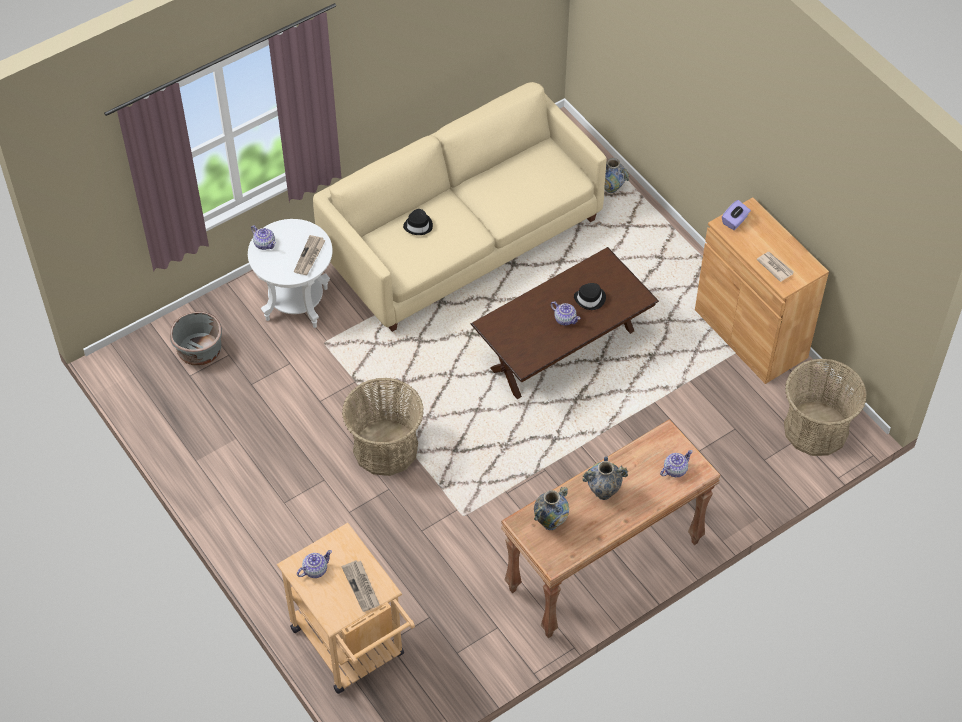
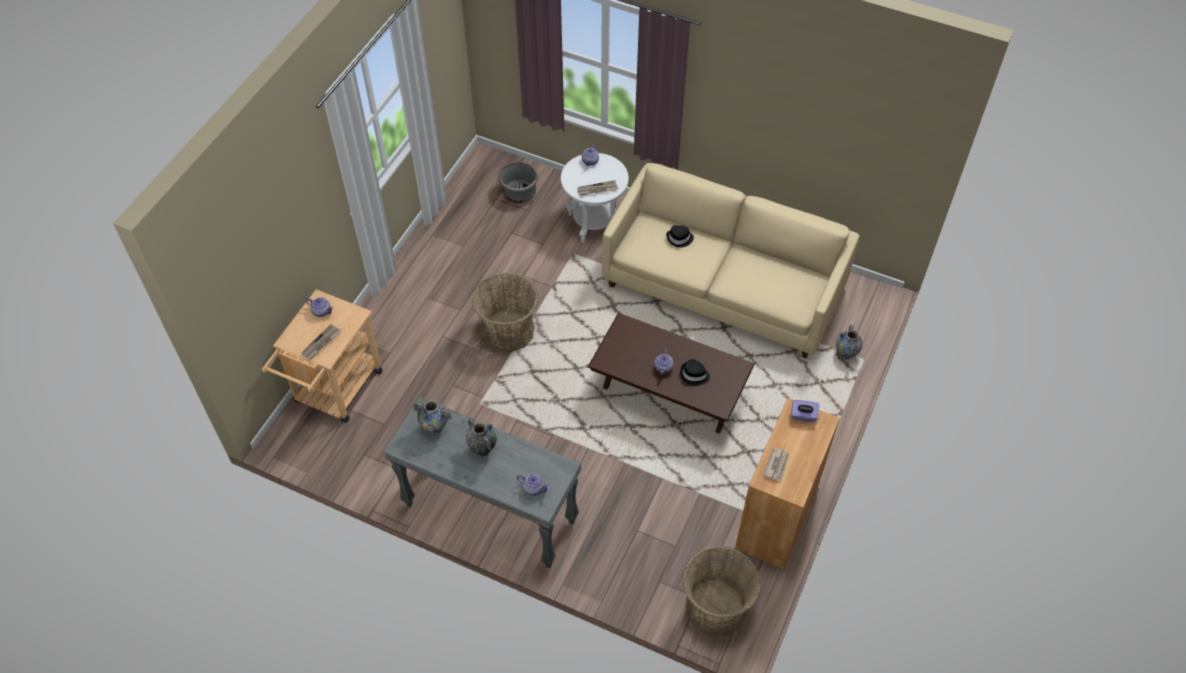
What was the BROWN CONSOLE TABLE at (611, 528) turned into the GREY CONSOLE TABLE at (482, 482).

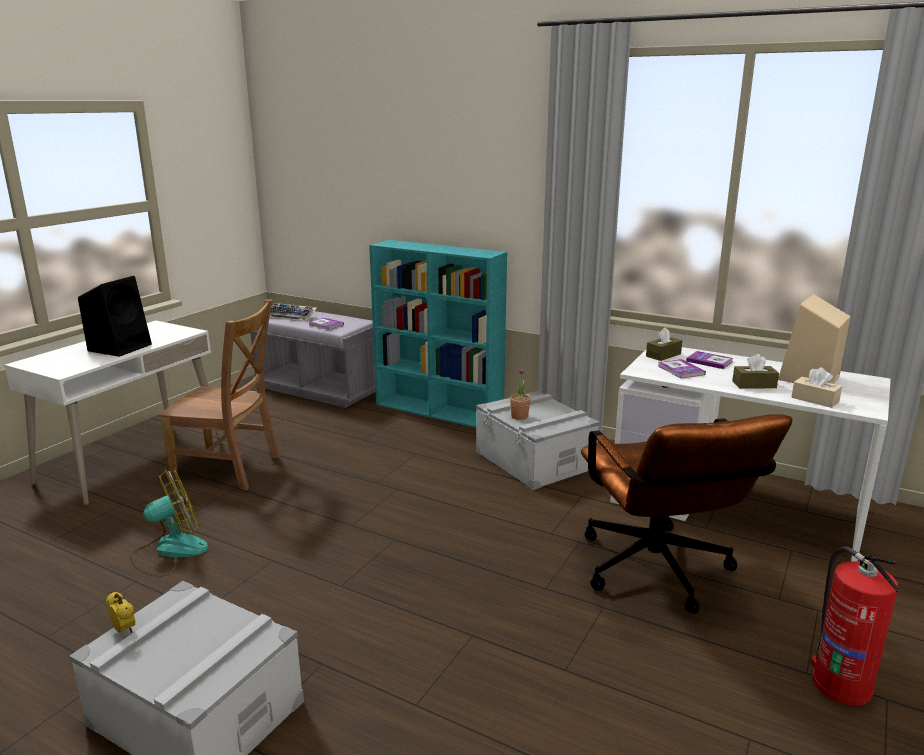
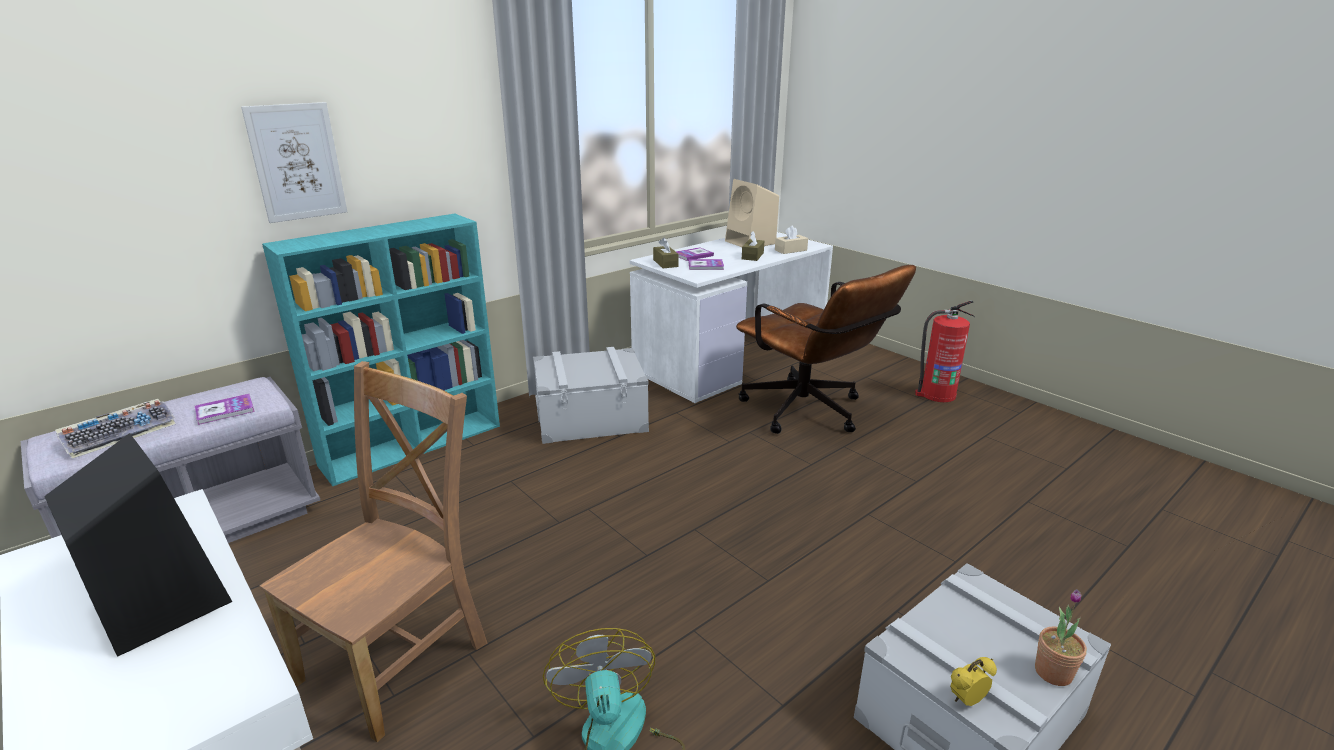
The second view gained the PICTURE at (294, 162).
The BROWN OFFICE CHAIR at (686, 514) ended up facing another way, 45 degrees clockwise from before.
The POTTED PLANT ended up elsewhere, having gone from (520, 394) to (1061, 637).

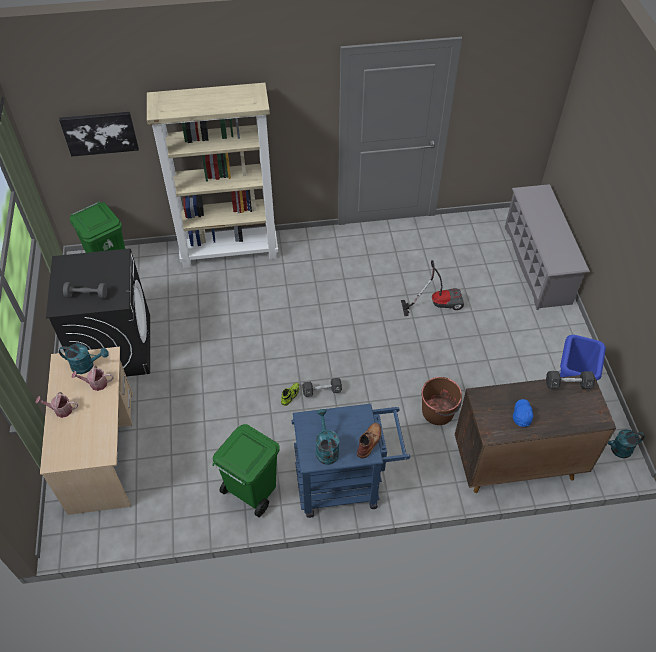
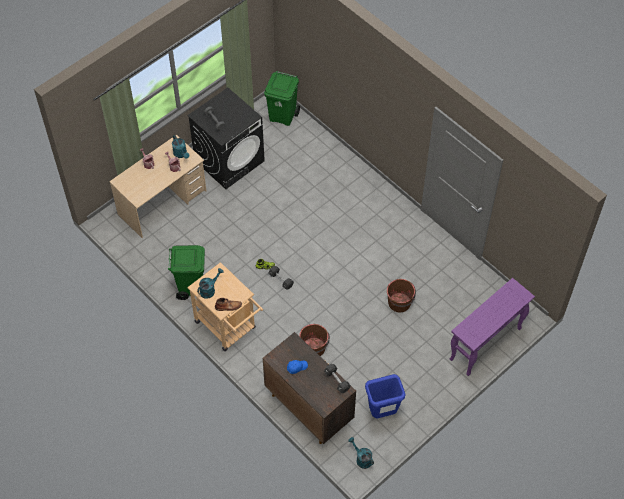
What was the BLUE CART at (351, 461) turned into the BEIGE CART at (225, 306).
Where the VACUUM CLEANER stood at (432, 288), the BROWN BUCKET came to stand at (401, 295).
Where the GREY SHOE RACK stood at (547, 247), the PURPLE CONSOLE TABLE came to stand at (492, 327).
The second view lost the PICTURE at (99, 134).
The second view lost the BEIGE BOOKCASE at (212, 175).

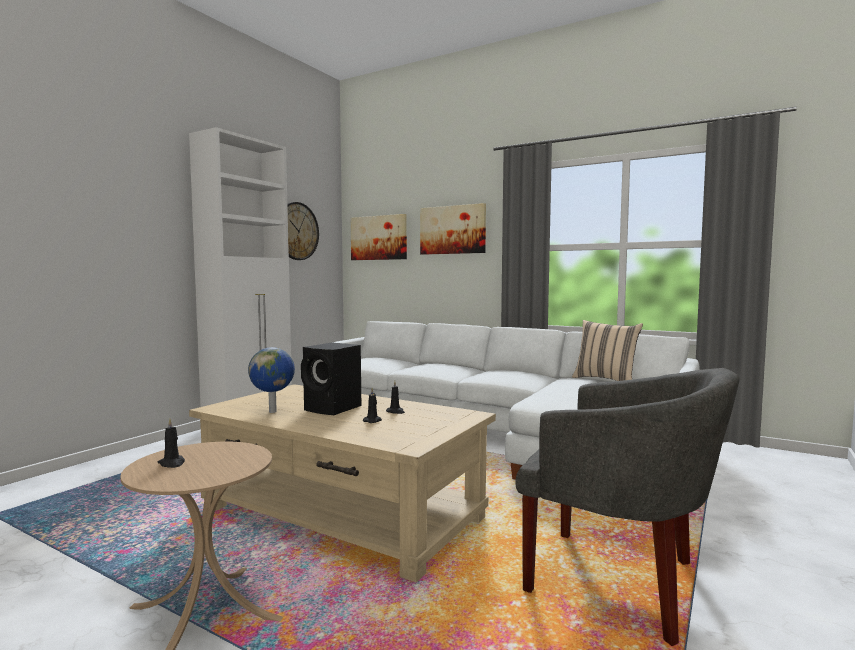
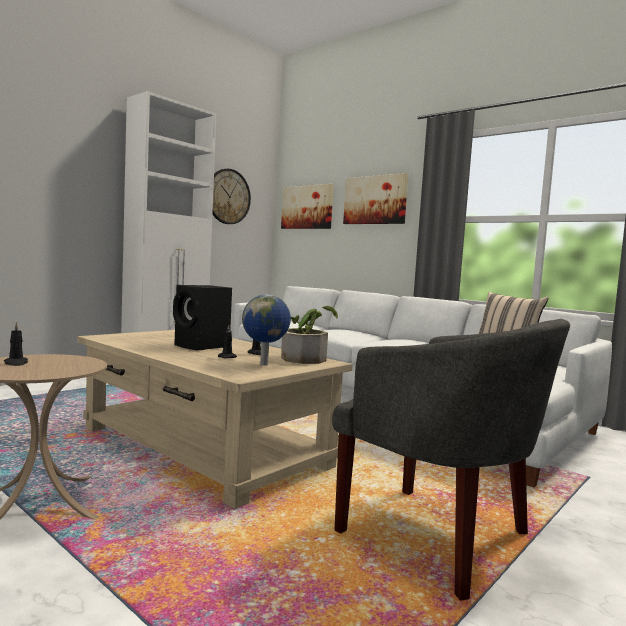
The GLOBE ended up elsewhere, having gone from (271, 380) to (266, 330).
The second view gained the POTTED PLANT at (309, 335).

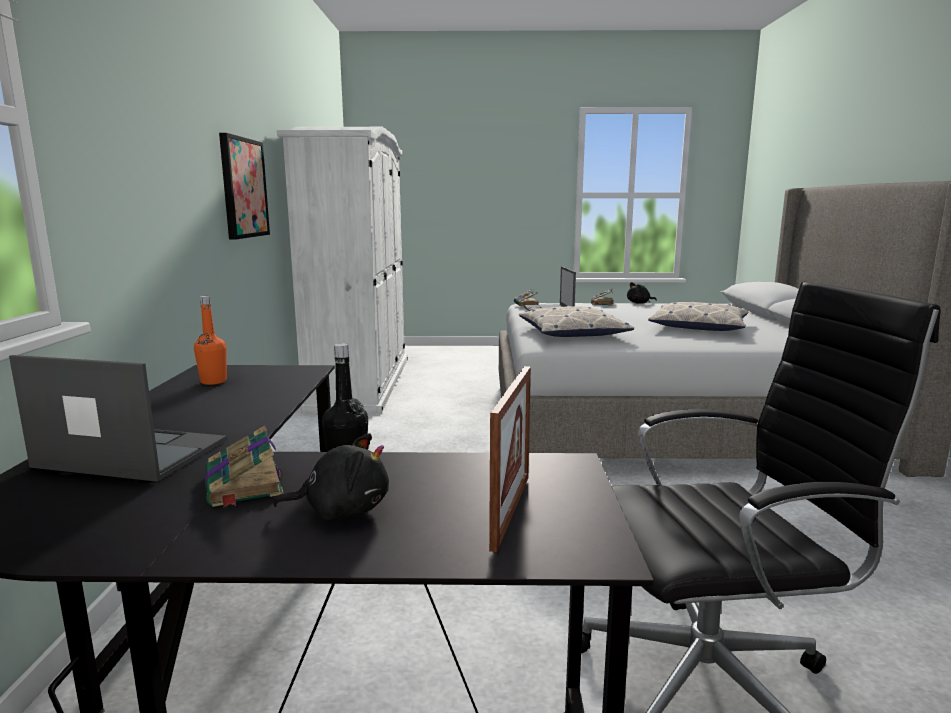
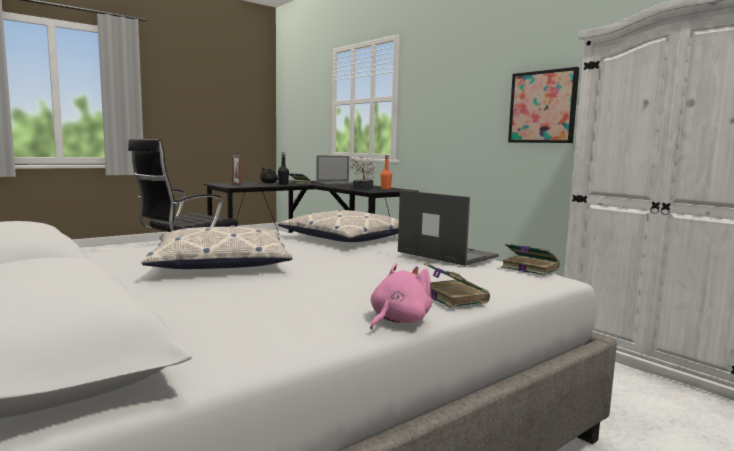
The second view gained the POTTED PLANT at (361, 173).
What was the BLACK PLUSH TOY at (642, 293) turned into the PINK PLUSH TOY at (401, 296).

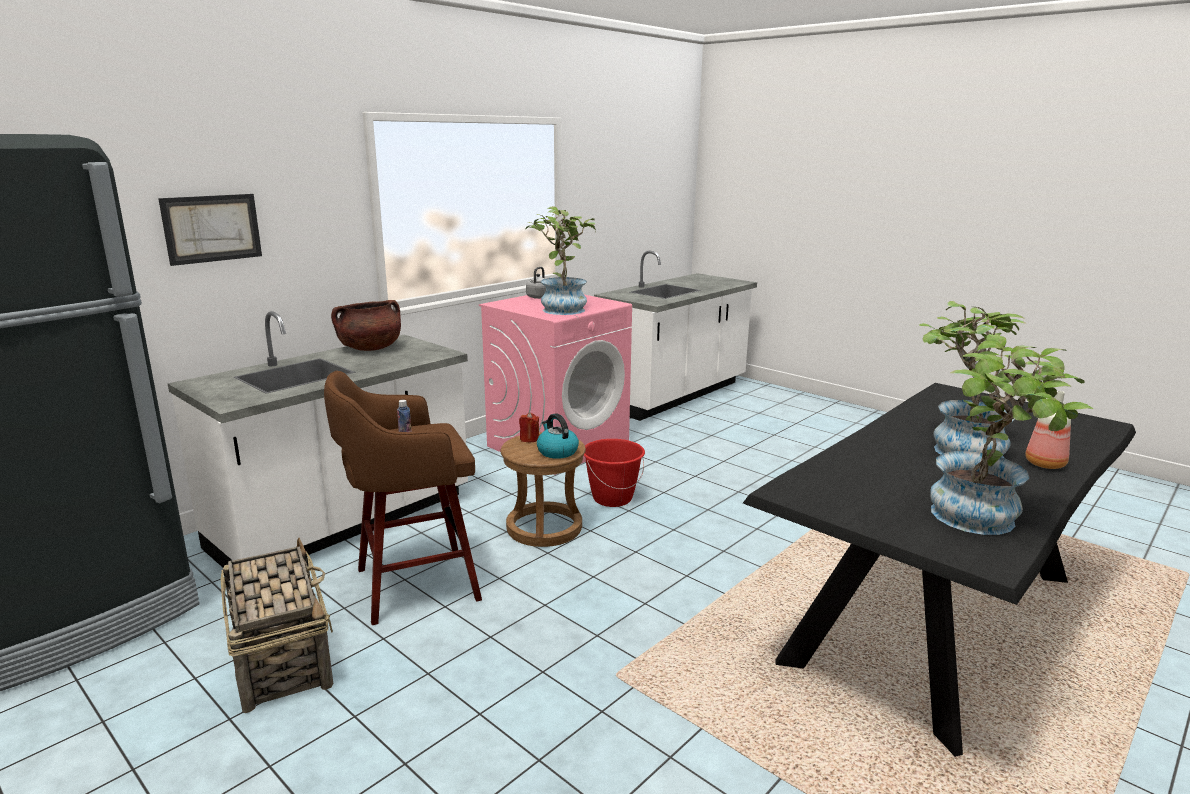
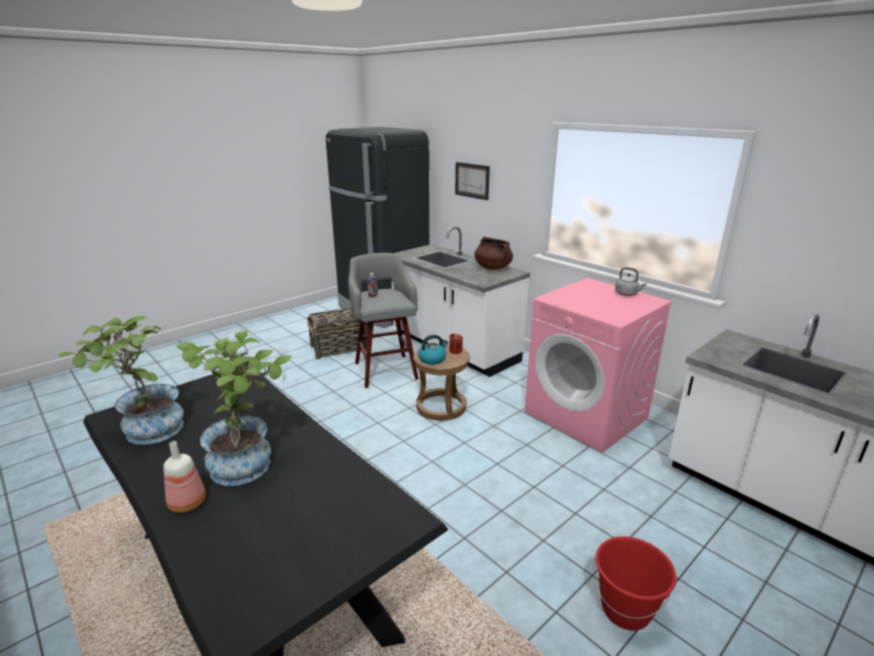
What was the BROWN STOOL at (403, 498) turned into the GREY STOOL at (383, 320).
The RED BUCKET ended up elsewhere, having gone from (614, 473) to (635, 583).
The second view lost the POTTED PLANT at (560, 260).

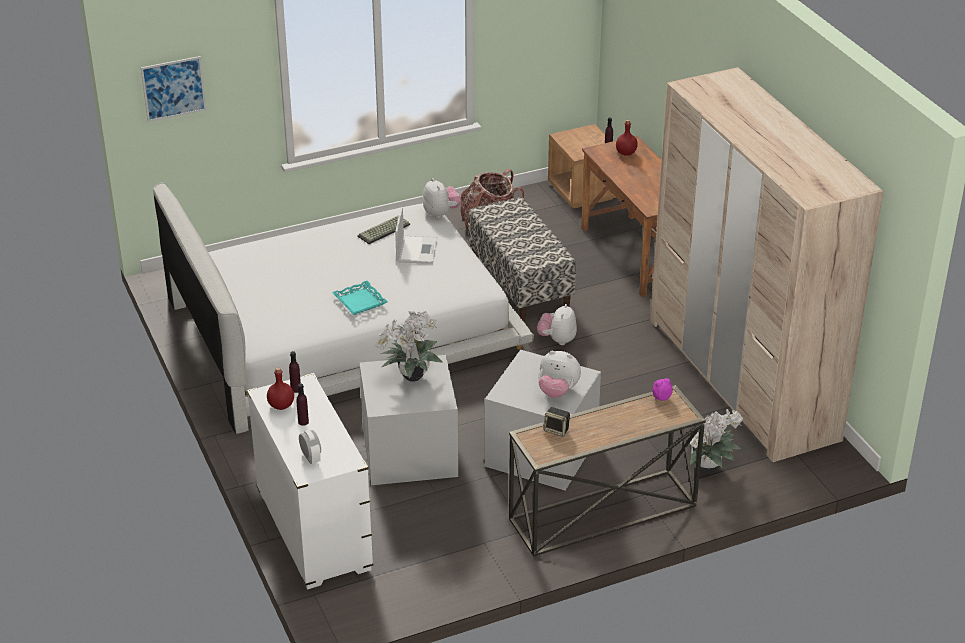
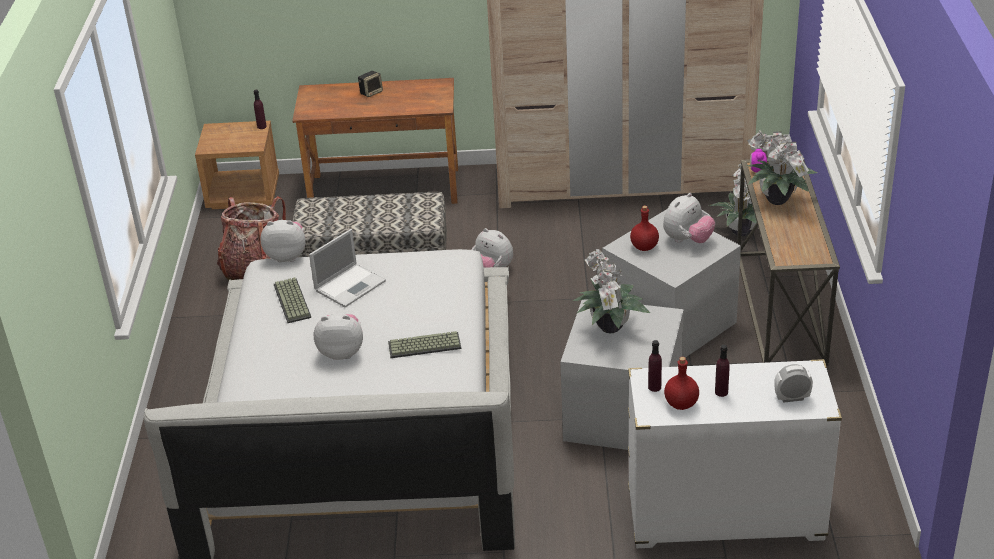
The LAPTOP at (416, 235) ended up facing another way, 105 degrees clockwise from before.
The second view gained the PLUSH TOY at (338, 337).
The SPEAKER ended up elsewhere, having gone from (557, 422) to (370, 84).
Where the TURQUOISE TRAY stood at (360, 298), the KEYBOARD came to stand at (424, 344).
The RED BOTTLE ended up elsewhere, having gone from (627, 138) to (644, 228).
The second view gained the POTTED PLANT at (782, 167).
The second view lost the PICTURE at (173, 89).

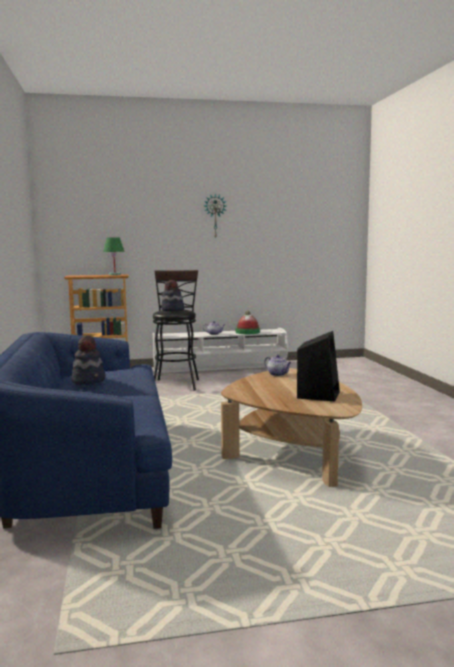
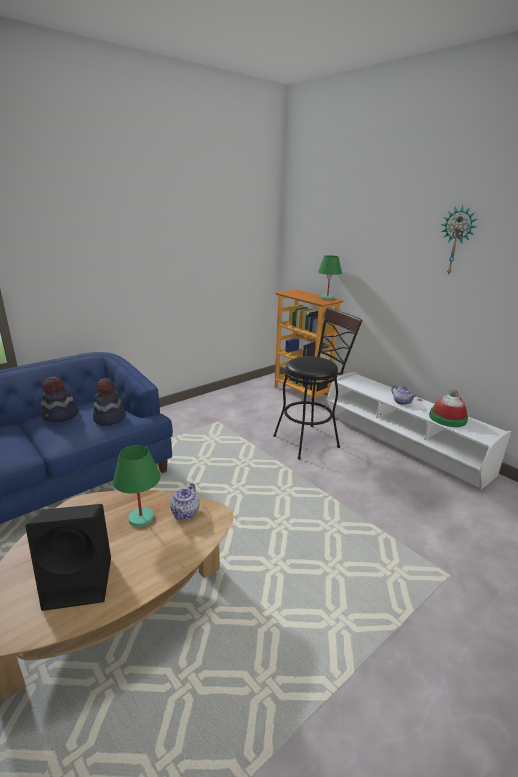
The HAT ended up elsewhere, having gone from (172, 295) to (109, 402).
The second view gained the GREEN TABLE LAMP at (136, 486).

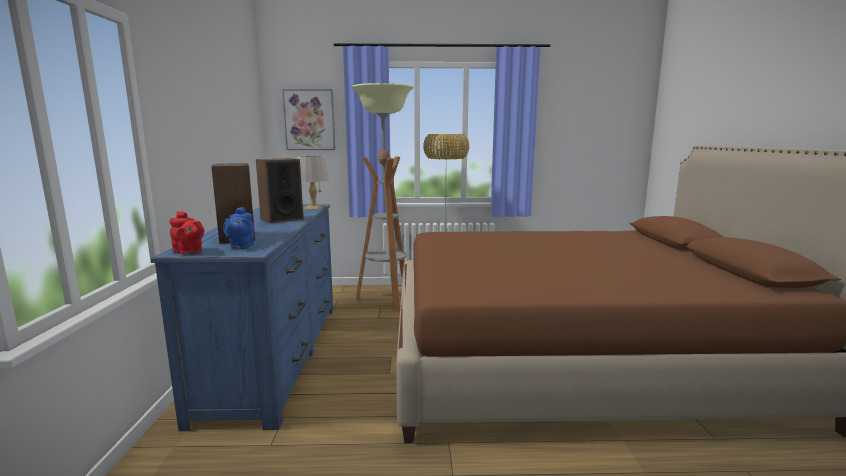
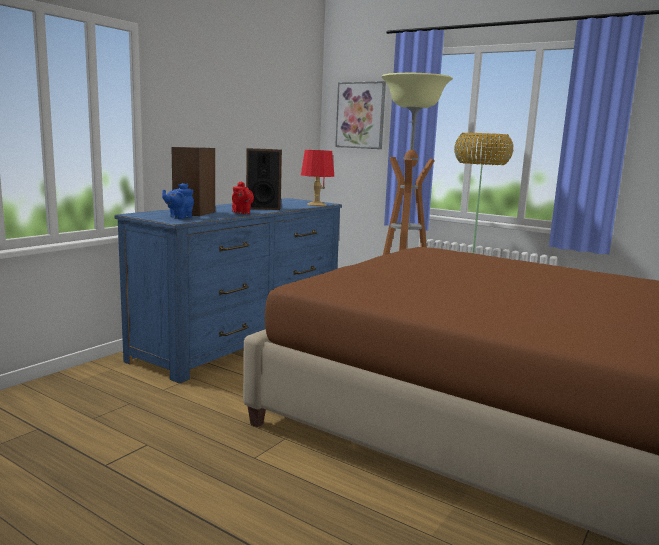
The RED TEAPOT ended up elsewhere, having gone from (187, 232) to (243, 197).
What was the GREY TABLE LAMP at (313, 183) turned into the RED TABLE LAMP at (317, 178).

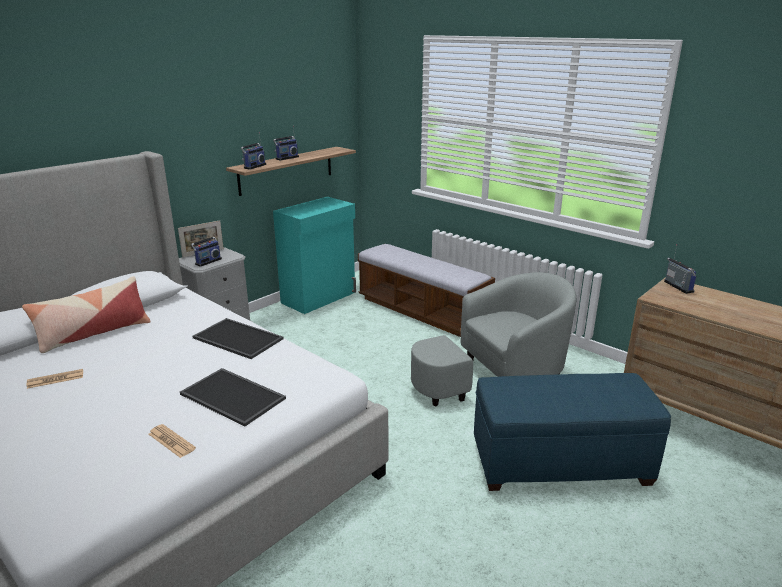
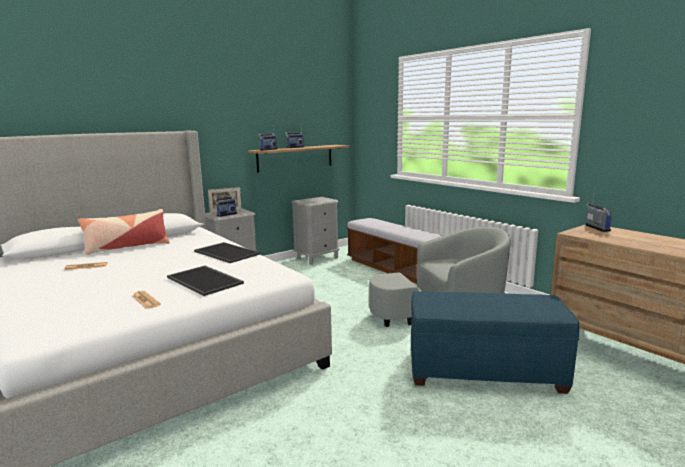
Where the TURQUOISE CABINET stood at (314, 255), the GREY NIGHTSTAND came to stand at (315, 231).

